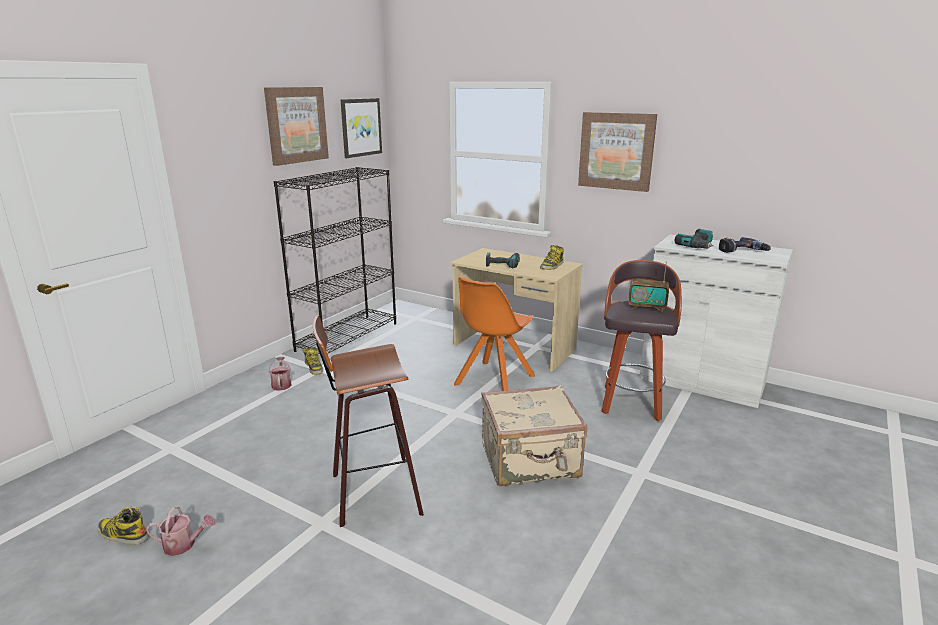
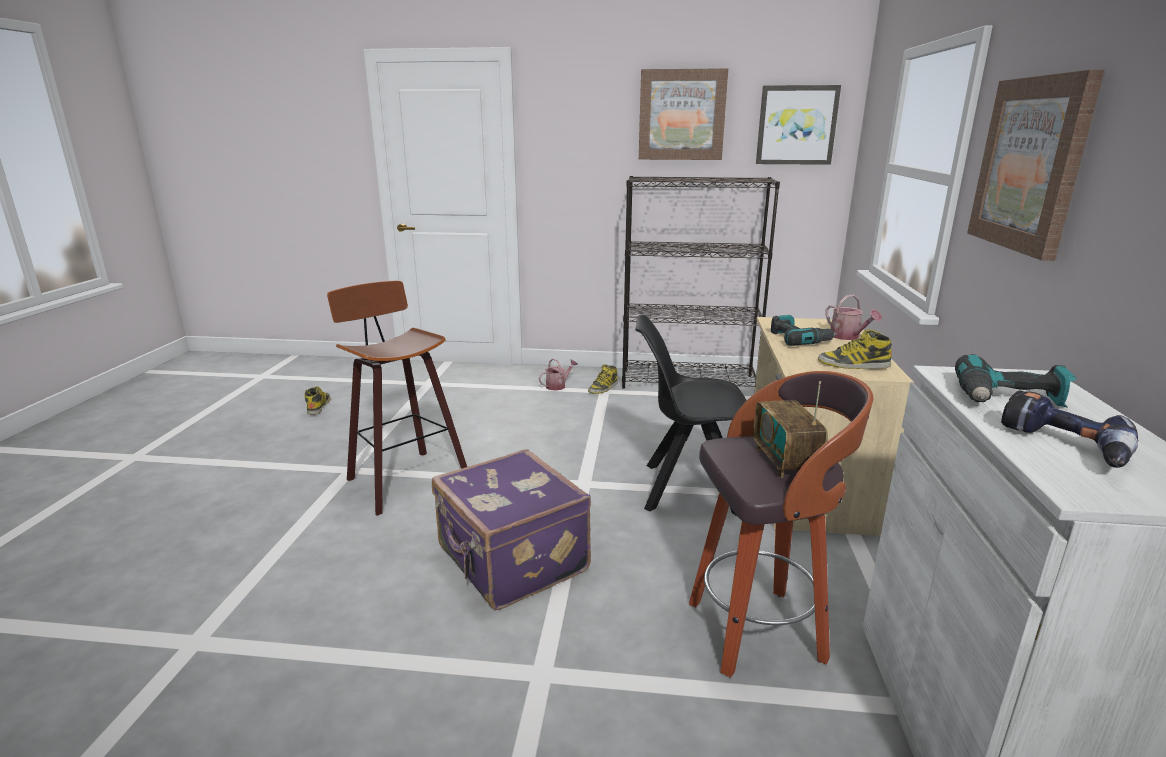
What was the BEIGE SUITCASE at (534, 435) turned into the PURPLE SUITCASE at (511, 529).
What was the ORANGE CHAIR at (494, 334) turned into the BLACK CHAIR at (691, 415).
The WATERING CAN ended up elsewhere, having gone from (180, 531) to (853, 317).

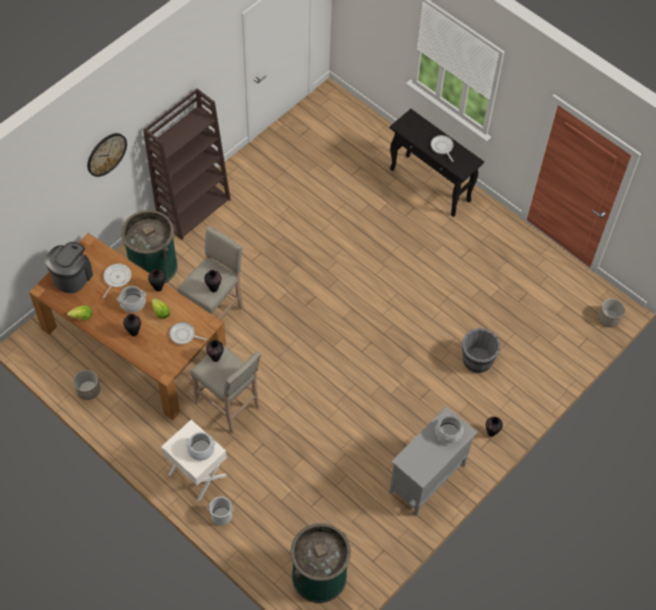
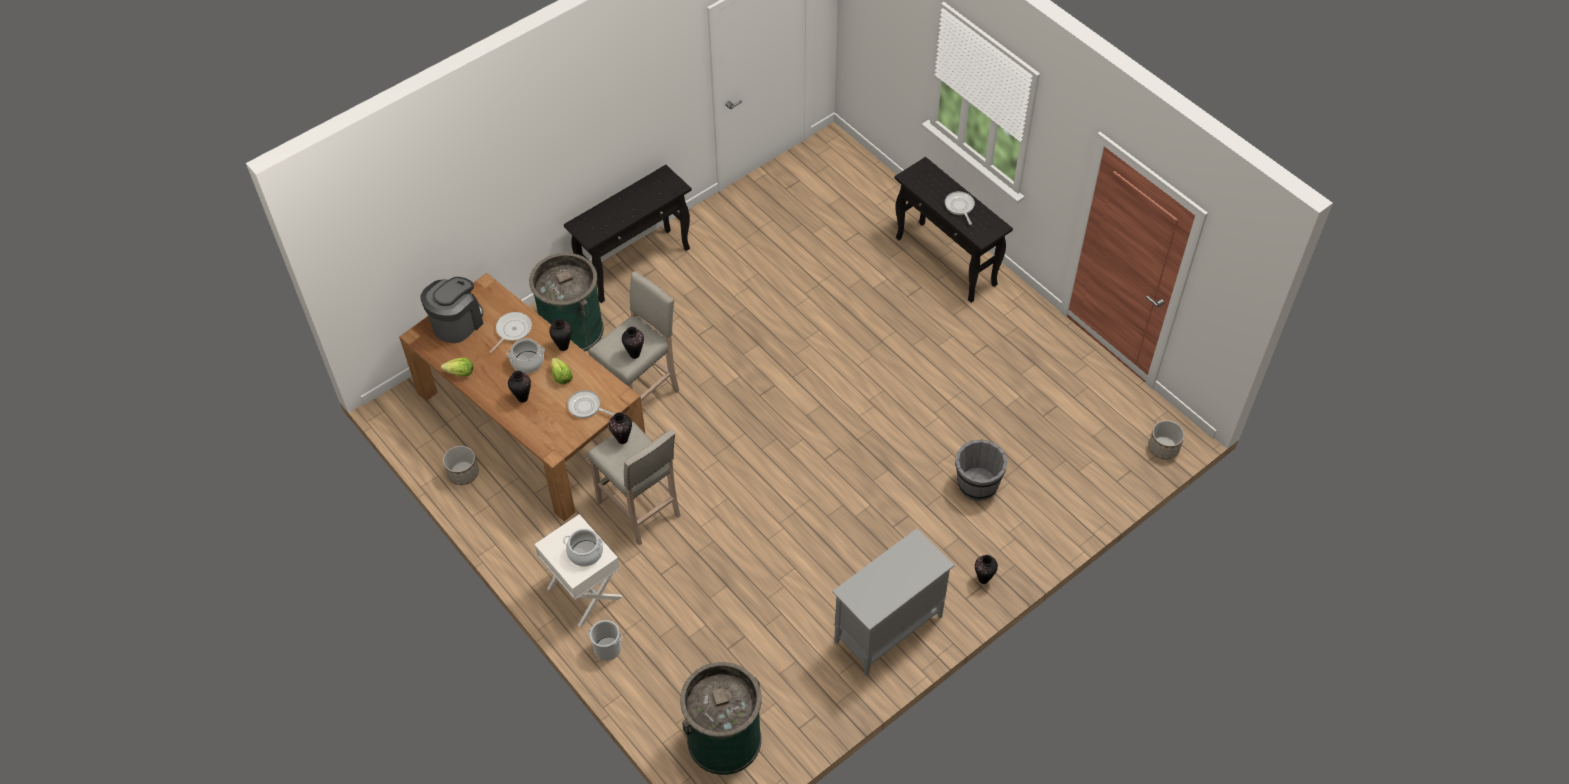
Where the BROWN BOOKCASE stood at (187, 164), the BLACK CONSOLE TABLE came to stand at (628, 234).
The second view lost the WALL CLOCK at (107, 155).
The second view lost the COOKING POT at (449, 428).

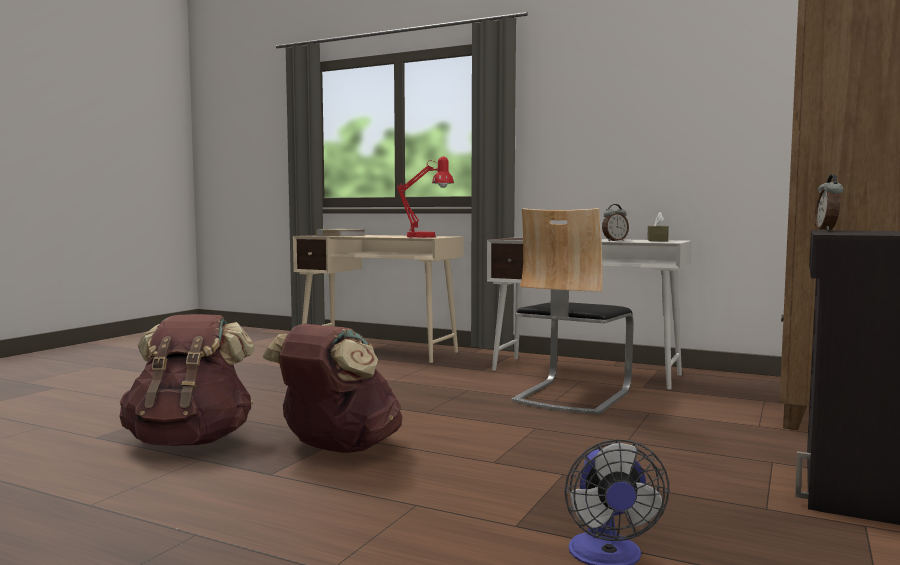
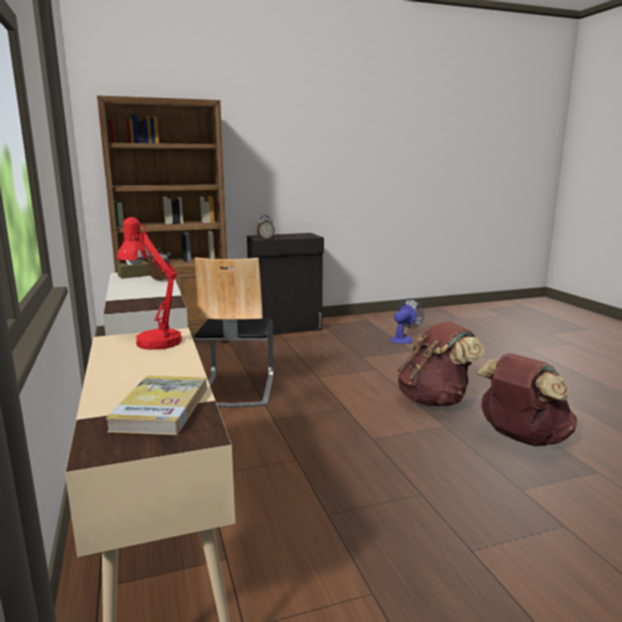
The CHAIR at (572, 311) ended up facing another way, 105 degrees clockwise from before.

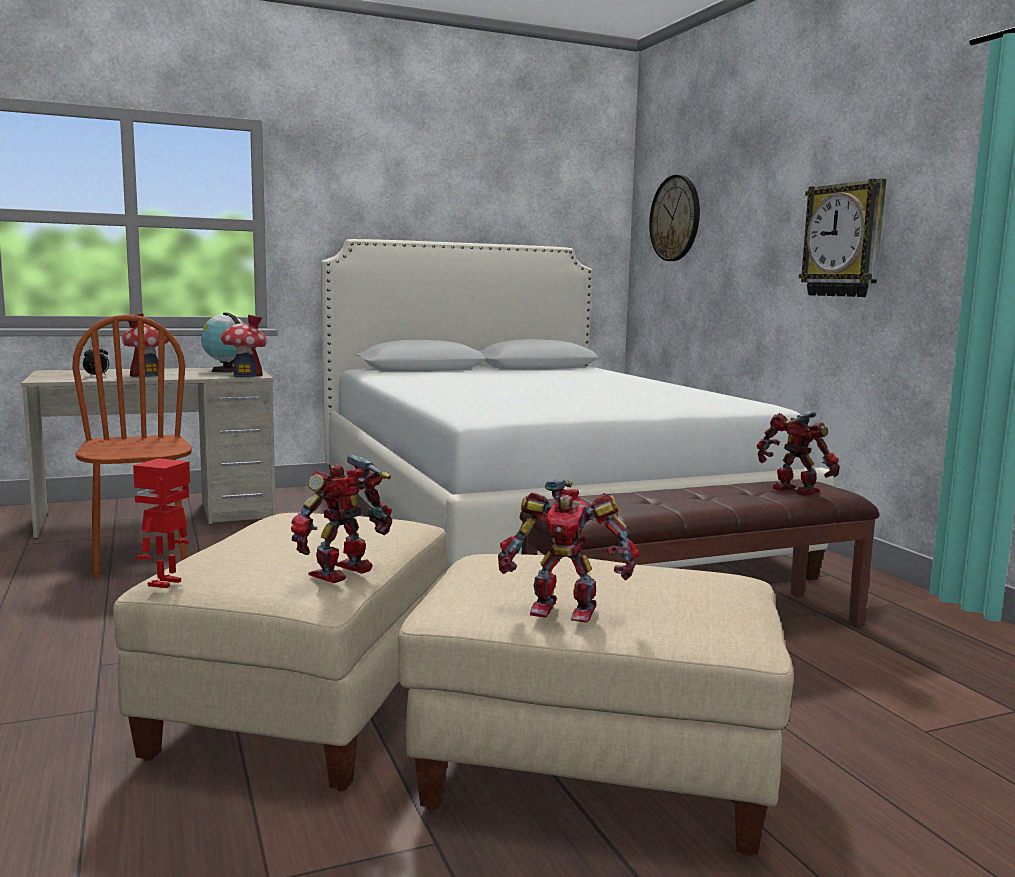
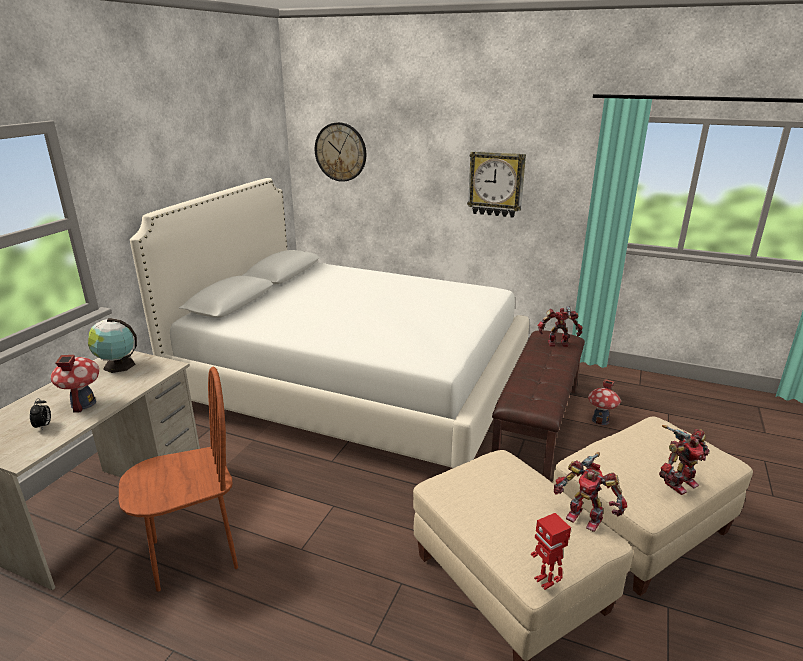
The BROWN CHAIR at (132, 447) ended up facing another way, 135 degrees clockwise from before.
The TOY ROBOT at (341, 518) ended up facing another way, 45 degrees counterclockwise from before.
The TOY HOUSE ended up elsewhere, having gone from (244, 346) to (604, 402).

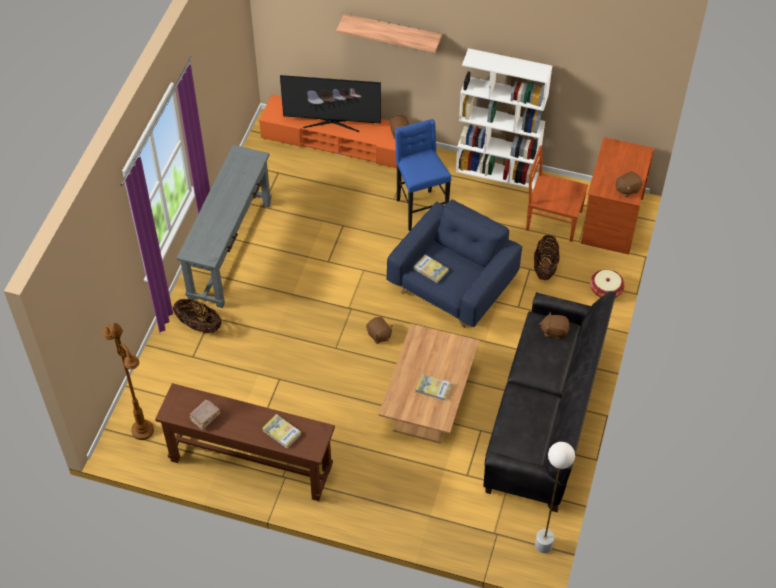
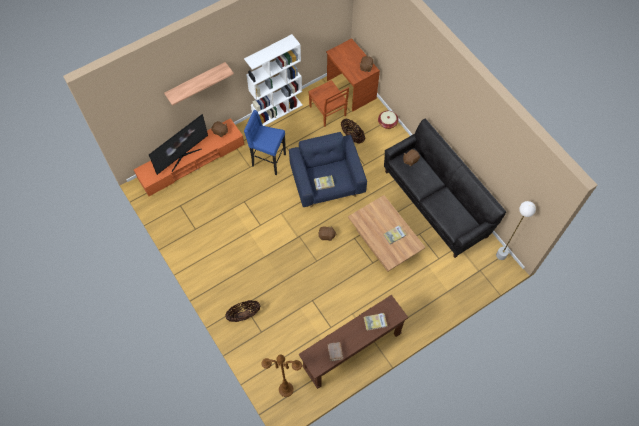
The BROWN CHAIR at (557, 193) ended up facing another way, 90 degrees counterclockwise from before.
The second view lost the GREY CONSOLE TABLE at (224, 226).

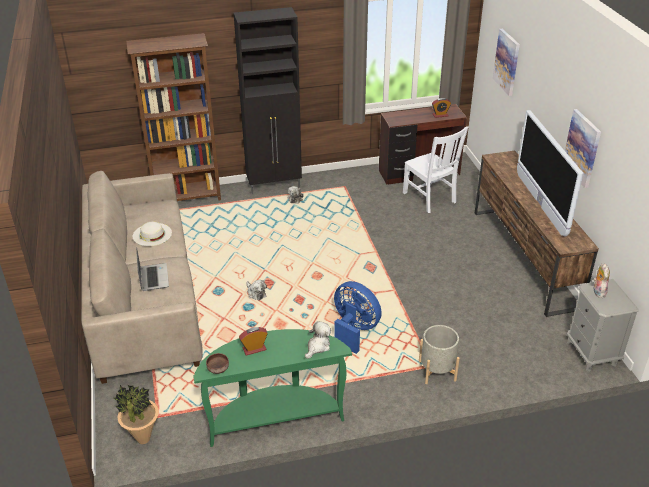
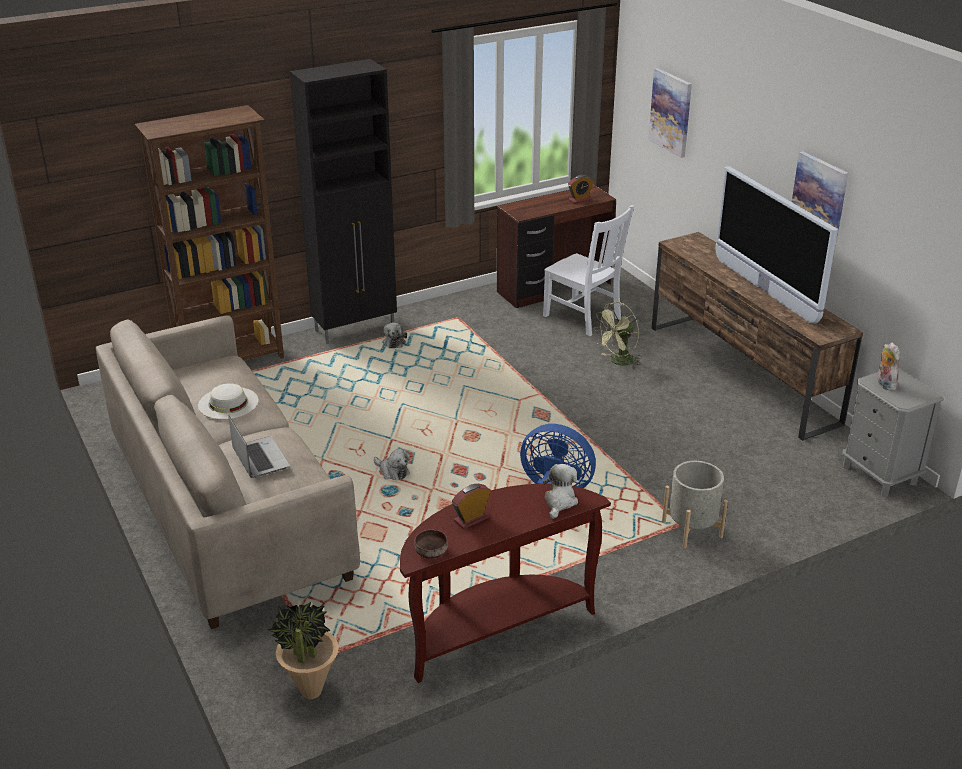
What was the GREEN CONSOLE TABLE at (272, 388) turned into the BROWN CONSOLE TABLE at (505, 583).
The second view gained the GREEN FAN at (618, 335).

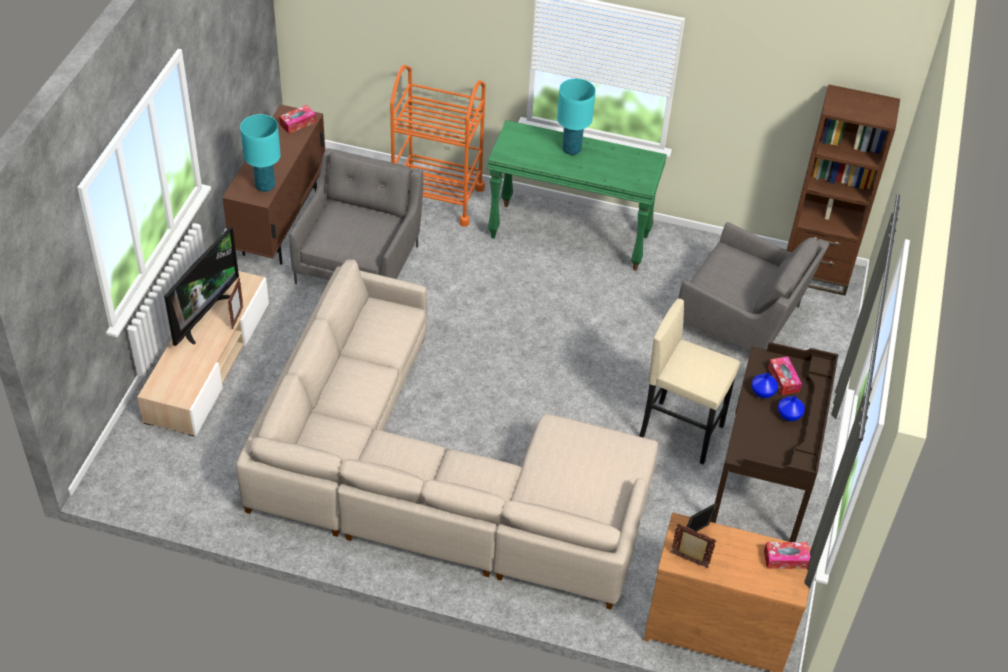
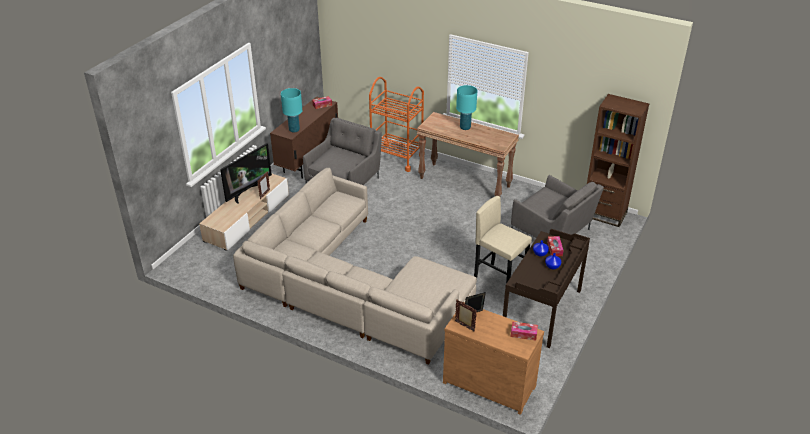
What was the GREEN CONSOLE TABLE at (577, 195) turned into the BROWN CONSOLE TABLE at (468, 154).

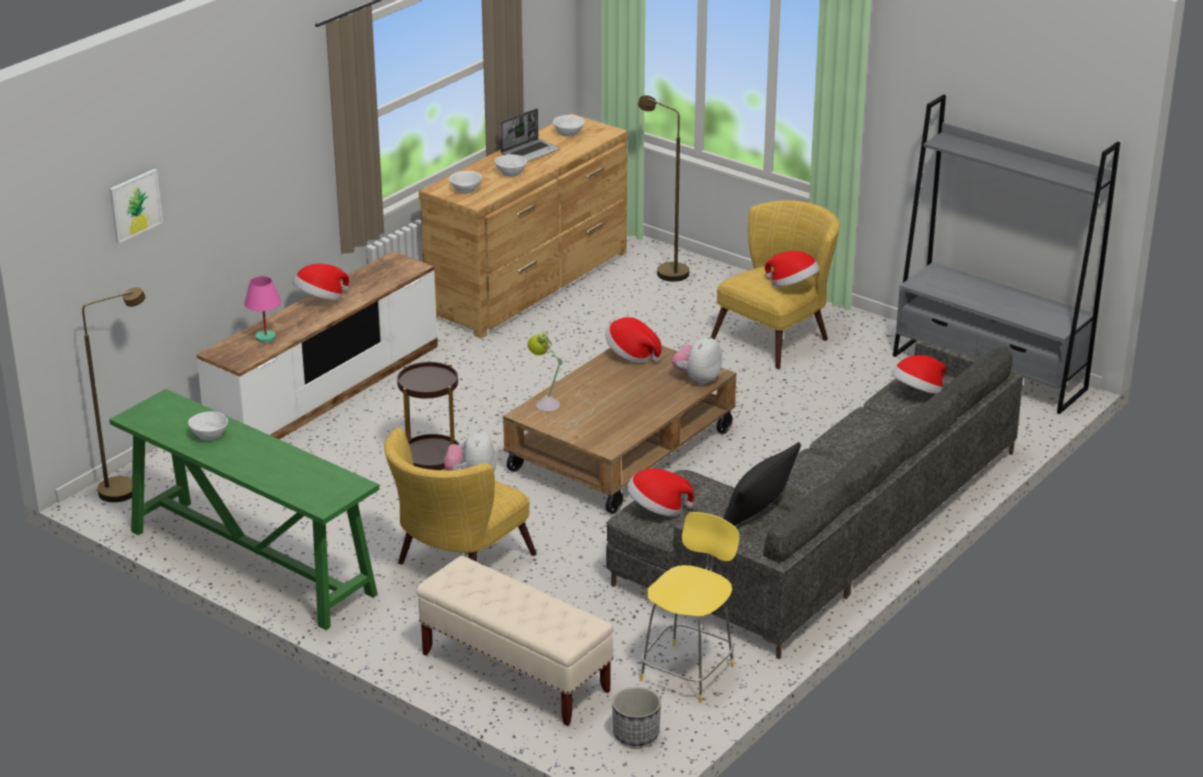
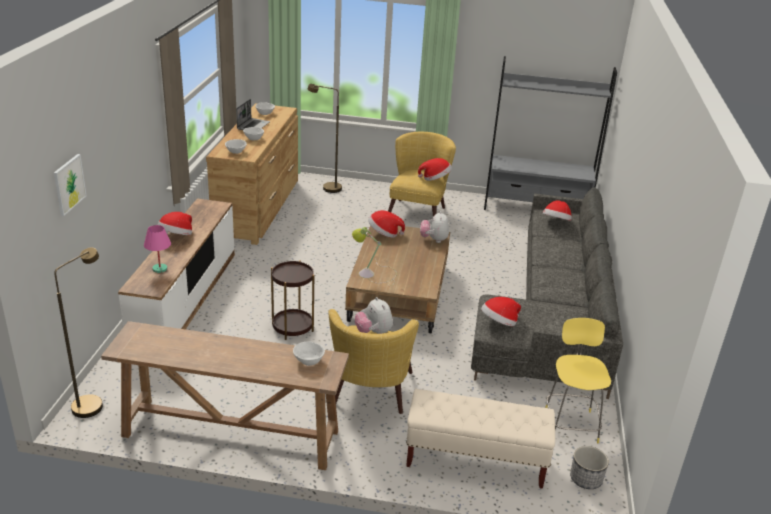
What was the GREEN CONSOLE TABLE at (244, 509) turned into the BROWN CONSOLE TABLE at (225, 395).
The WHITE BOWL ended up elsewhere, having gone from (208, 425) to (309, 353).
The second view lost the BLACK PILLOW at (762, 484).

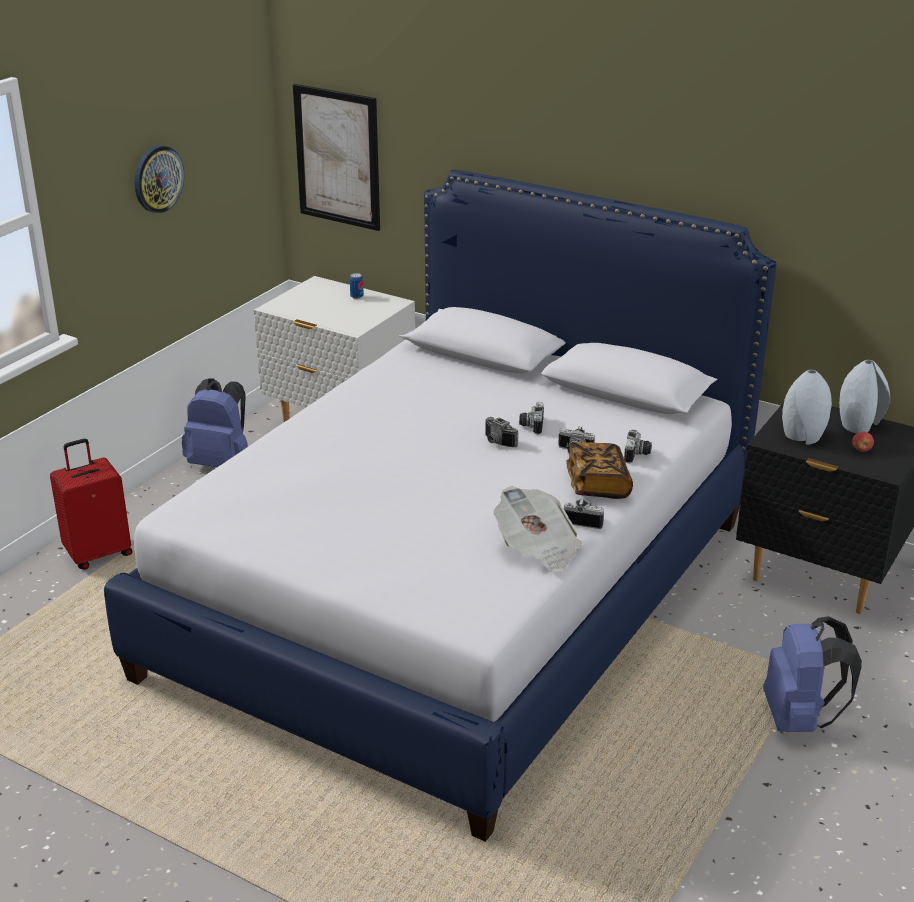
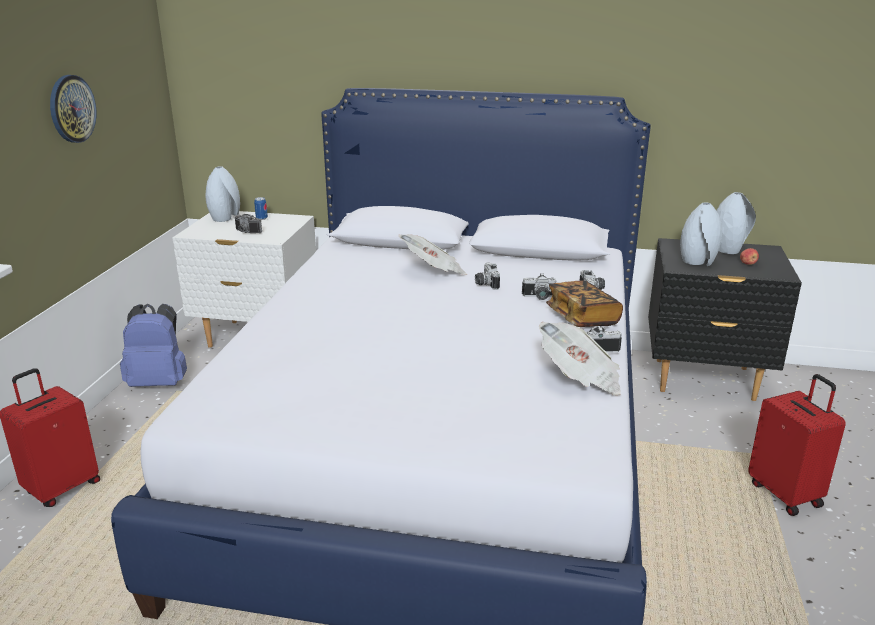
The second view gained the GREY VASE at (222, 194).
The PHOTO CAMERA ended up elsewhere, having gone from (501, 432) to (248, 223).
The second view gained the NEWSPAPER at (433, 254).
Where the BLUE BACKPACK stood at (812, 674), the RED SUITCASE came to stand at (797, 445).
The second view lost the PICTURE at (336, 157).

